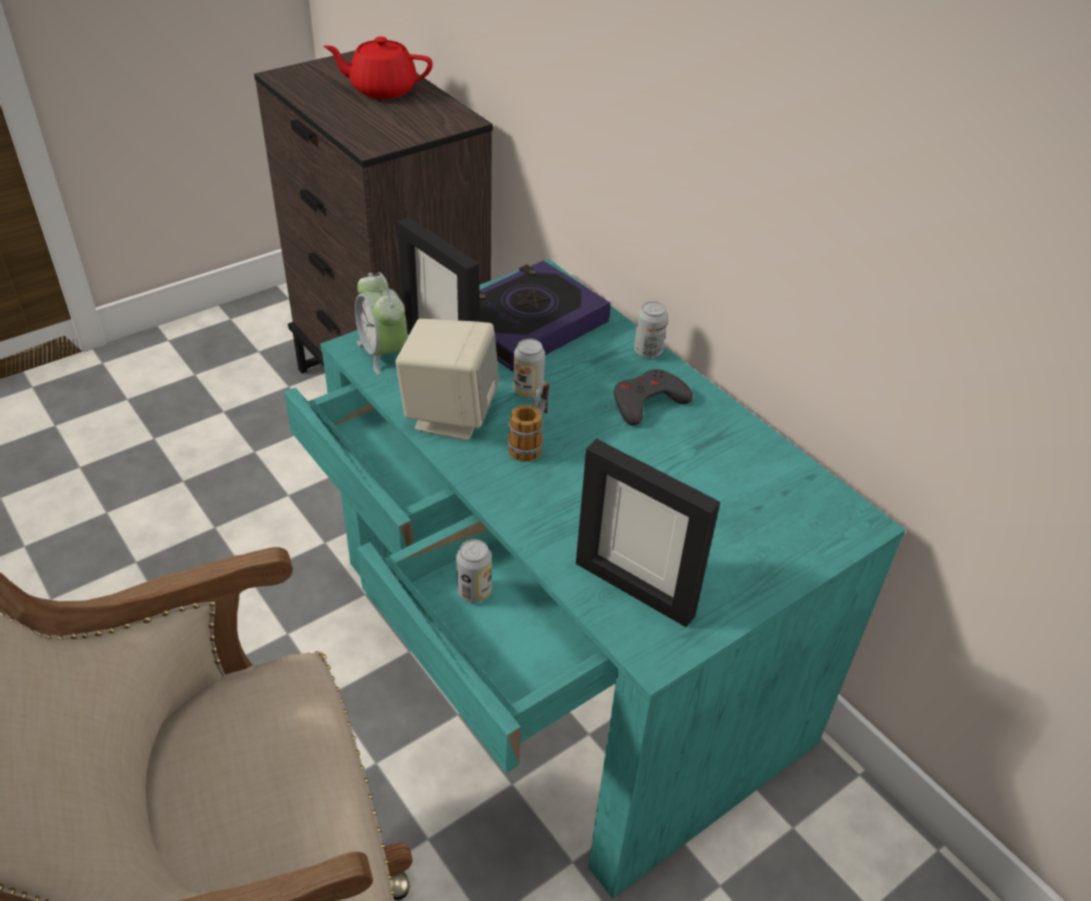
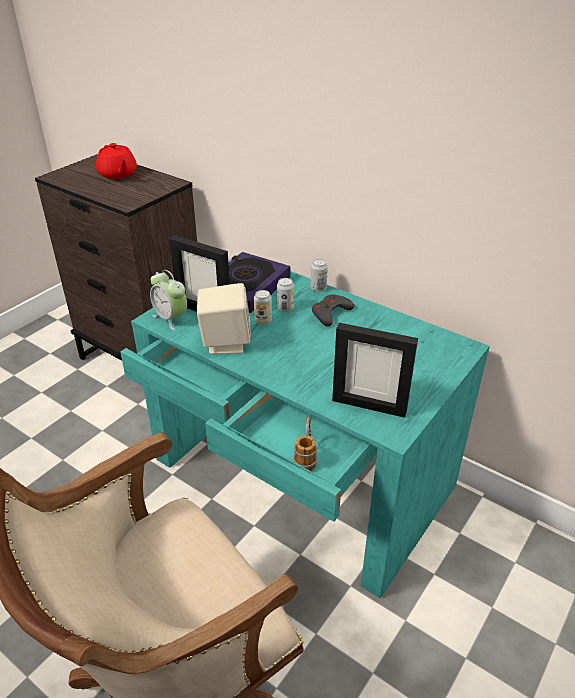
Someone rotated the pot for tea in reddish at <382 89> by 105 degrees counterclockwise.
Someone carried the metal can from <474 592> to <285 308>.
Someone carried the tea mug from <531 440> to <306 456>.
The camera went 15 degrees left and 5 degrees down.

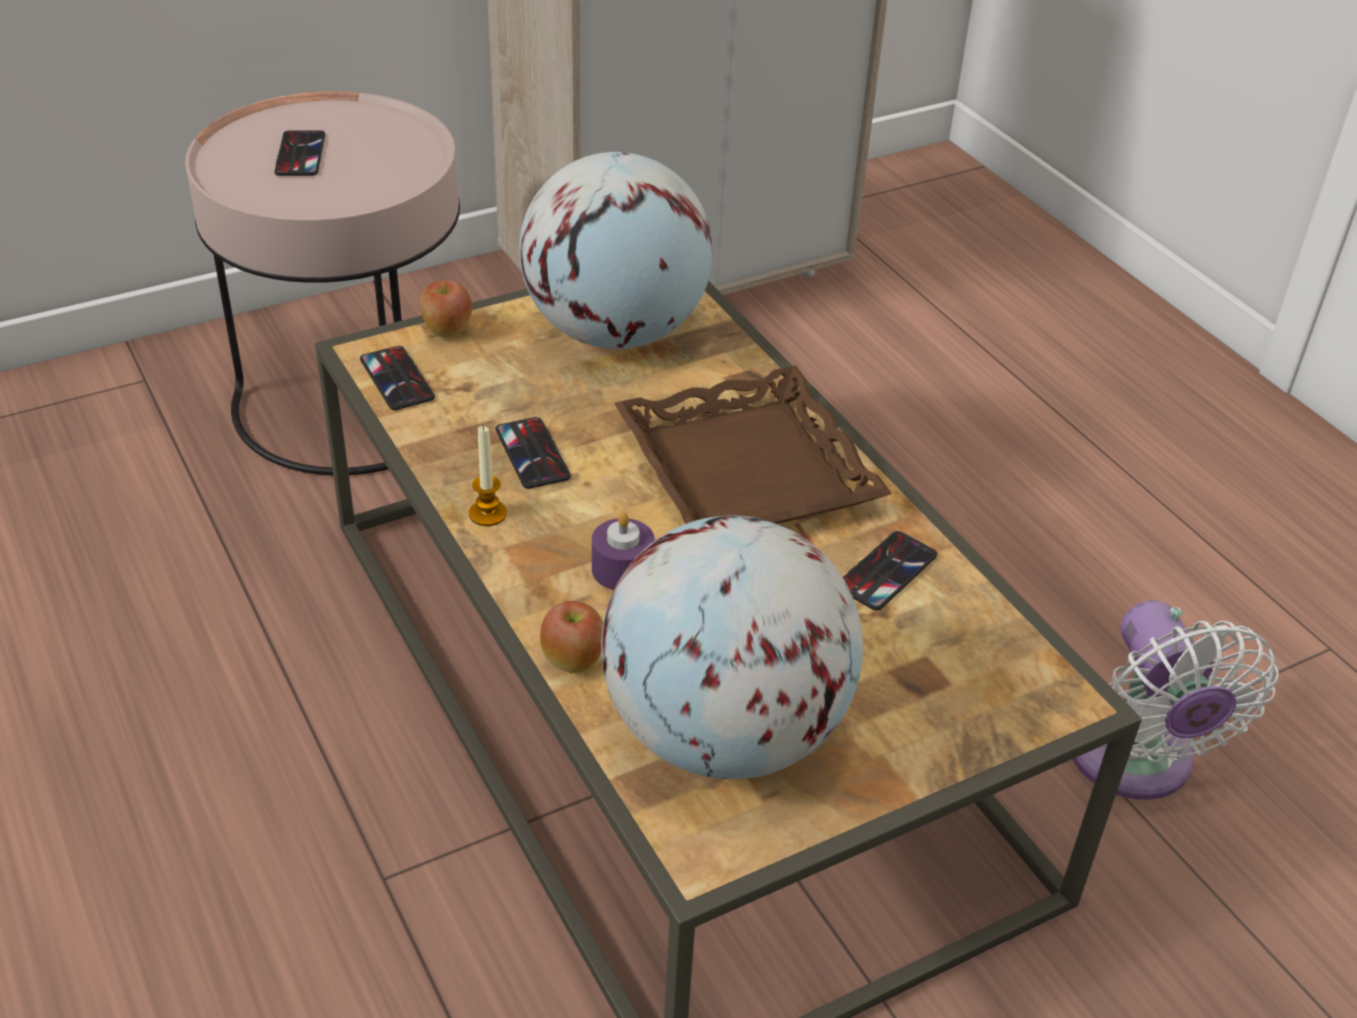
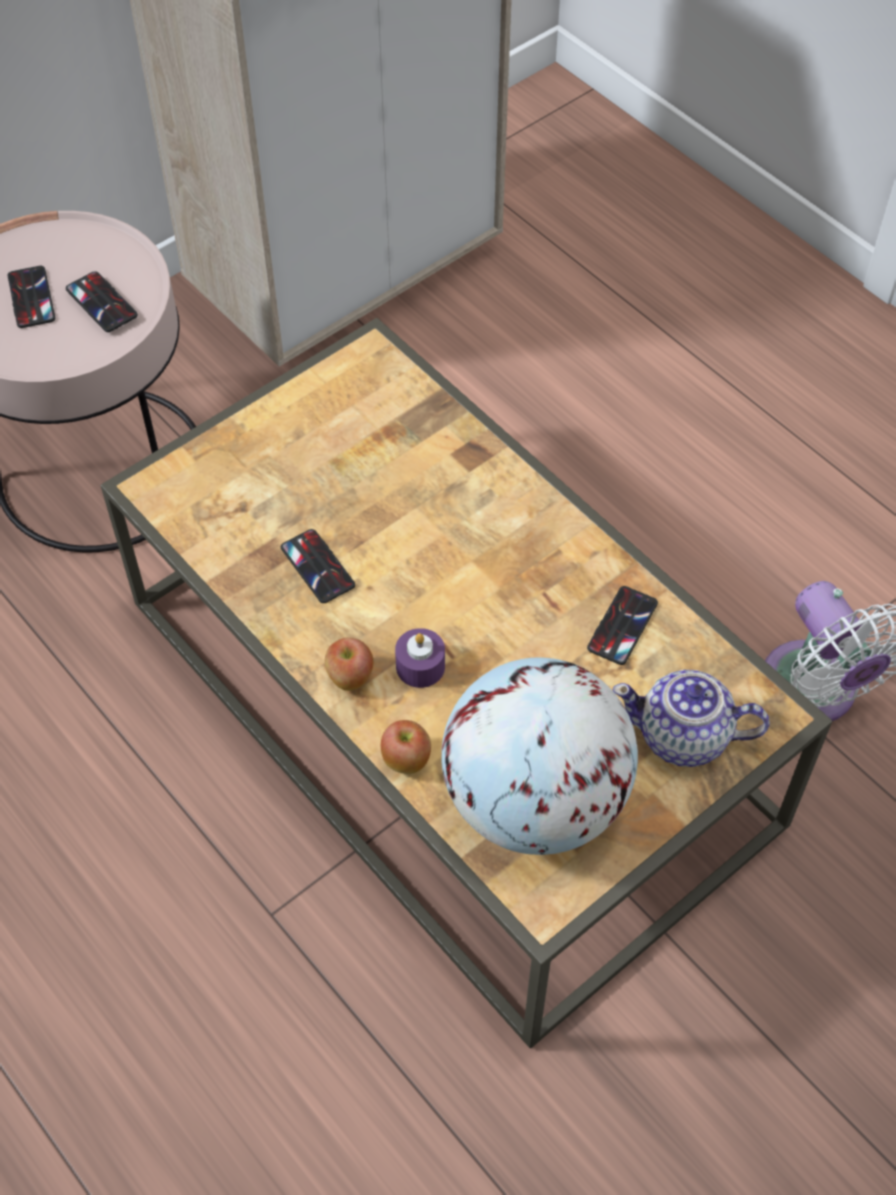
Someone carried the phone from <397 379> to <101 302>.
Someone carried the apple fruit from <446 330> to <349 677>.
Someone put down the pot for tea at <684 737>.
Someone took away the wax light at <488 514>.
Someone took away the world globe at <615 332>.
Someone took away the serving tray in brownish at <744 470>.
The camera went 10 degrees left and 15 degrees up.

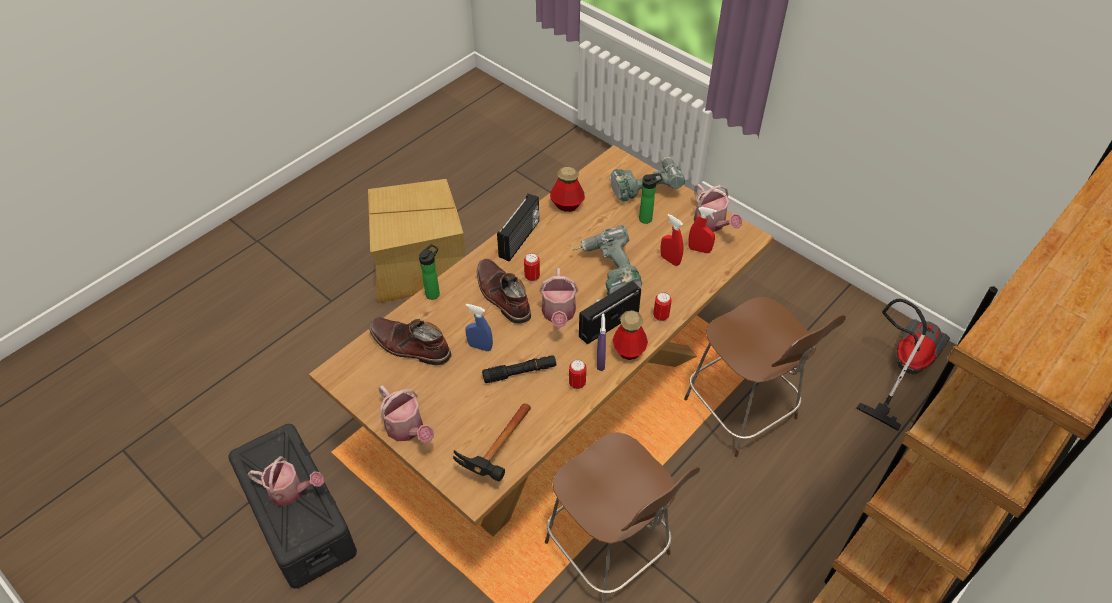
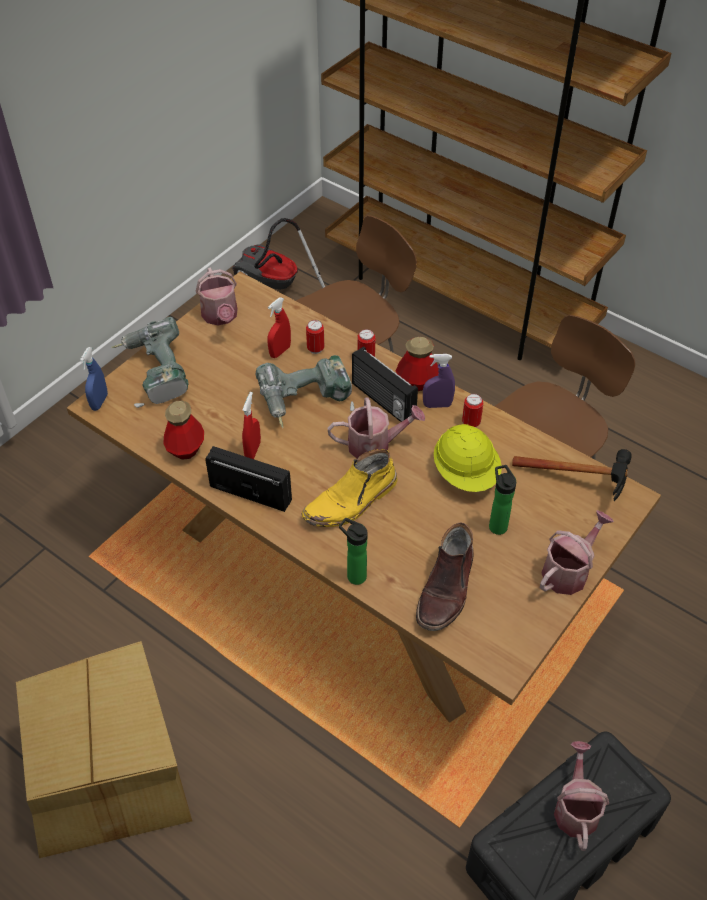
Someone carried the spray bottle in blue-coloured from <480 346> to <99 402>.
Someone rotated the sprinkling can at <712 224> by 105 degrees clockwise.
Someone carried the spray bottle in reddish from <699 249> to <253 450>.
Someone repainted the boot in brownish at <502 296>, which became the boot in yellowish at <351 502>.
Someone carried the metal can from <532 277> to <315 349>.
Someone swapped the hand torch in black at <520 372> for the work helmet in yellowish at <466 473>.
Someone carried the beverage bottle from <647 219> to <497 525>.
The camera went 95 degrees left and 0 degrees up.

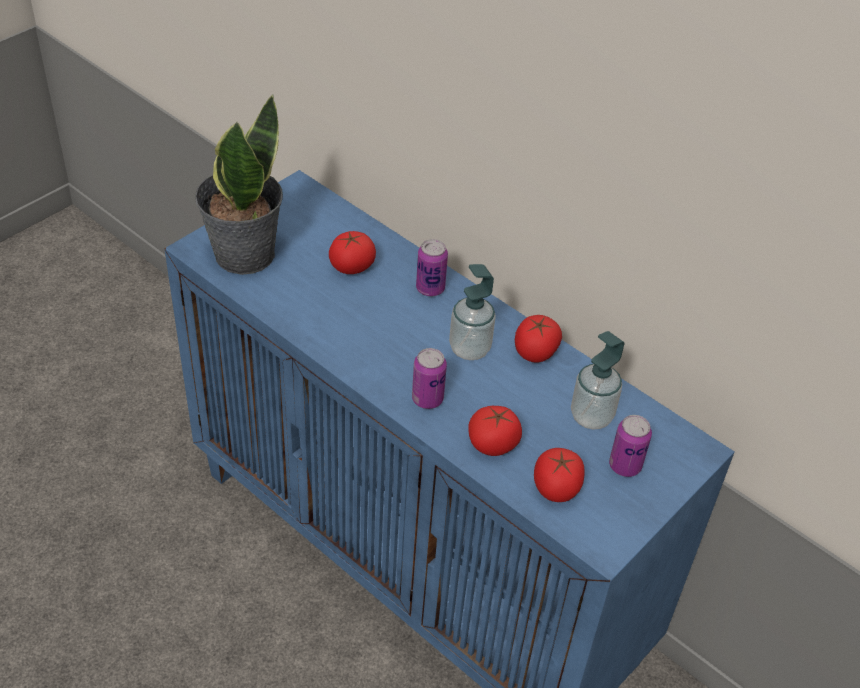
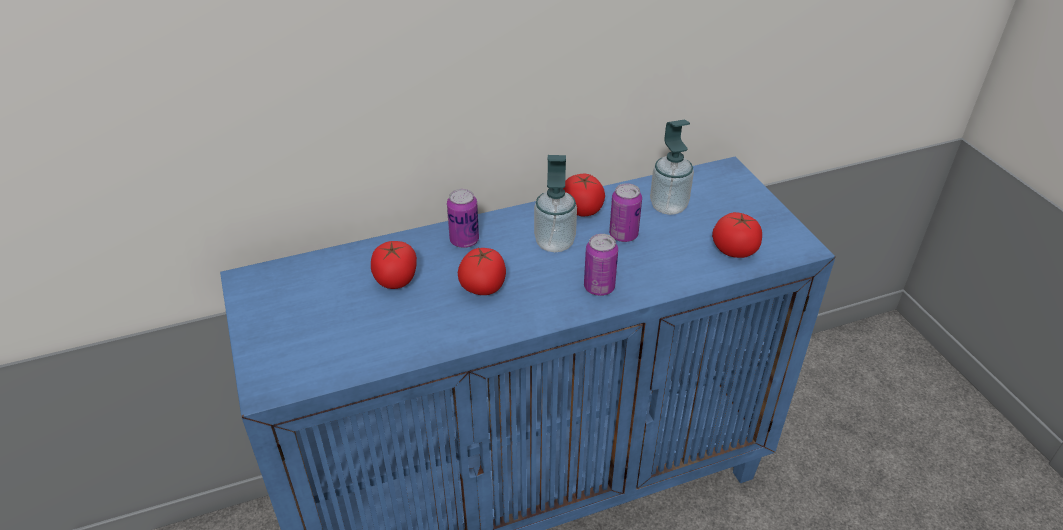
Someone carried the fresh tomato from <493 444> to <483 286>.
Someone carried the metal can from <625 466> to <623 235>.
Someone took away the plant in a pot at <243 254>.
The camera went 60 degrees left and 5 degrees down.

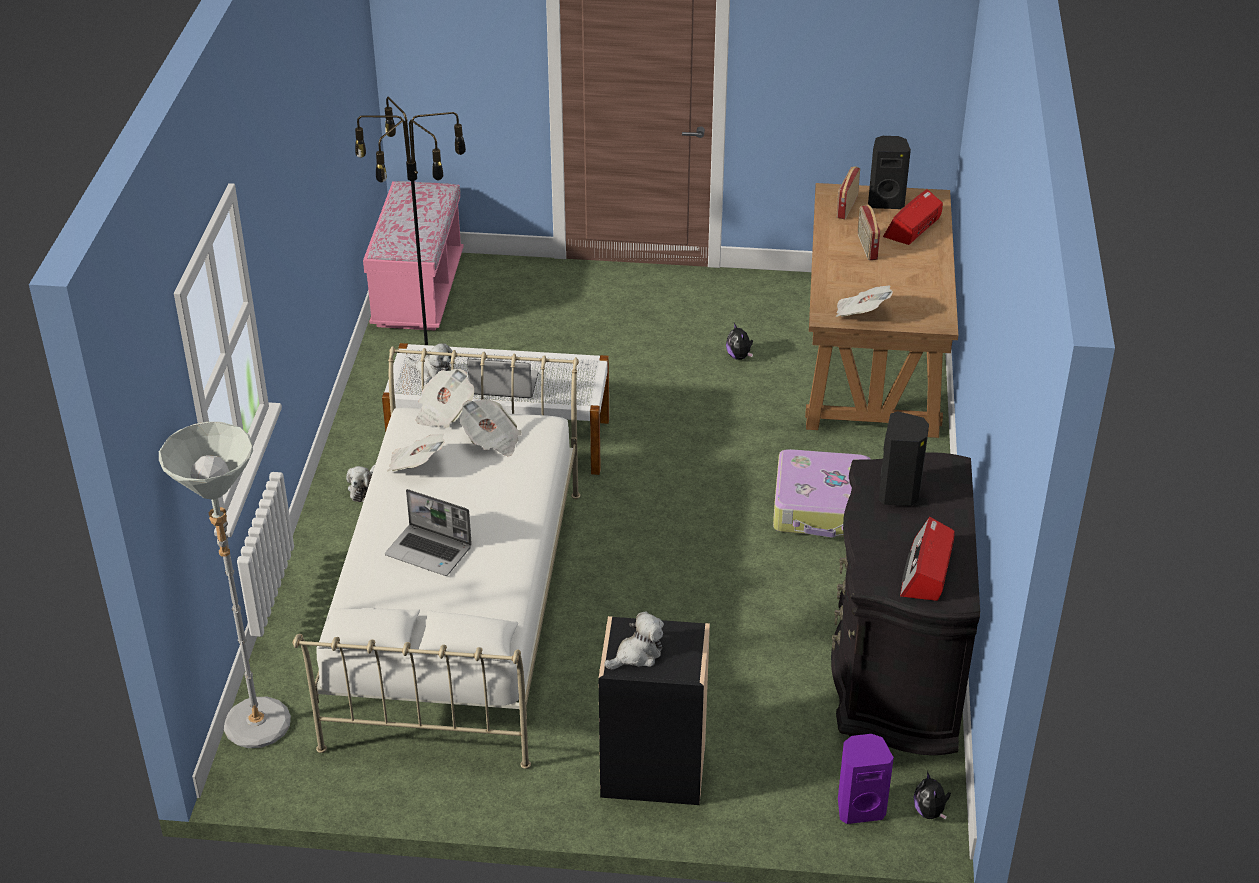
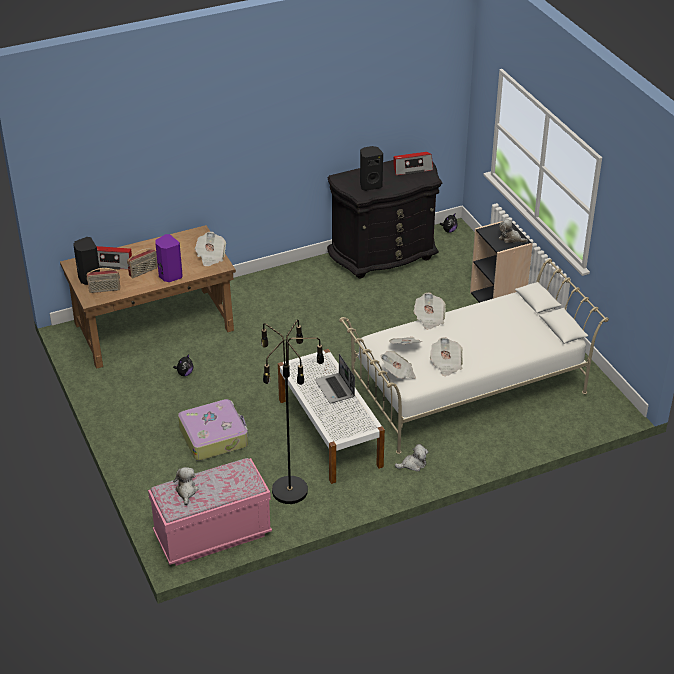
Someone carried the audio speaker in purple from <859 807> to <169 276>.
Someone carried the cuddly toy from <432 372> to <186 491>.
Someone carried the piece of luggage from <822 507> to <214 436>.
Someone put down the newspaper at <429 318>.
Someone took away the standing lamp in gray at <258 735>.
Someone took away the notebook computer at <430 551>.
The camera went 120 degrees left and 0 degrees up.

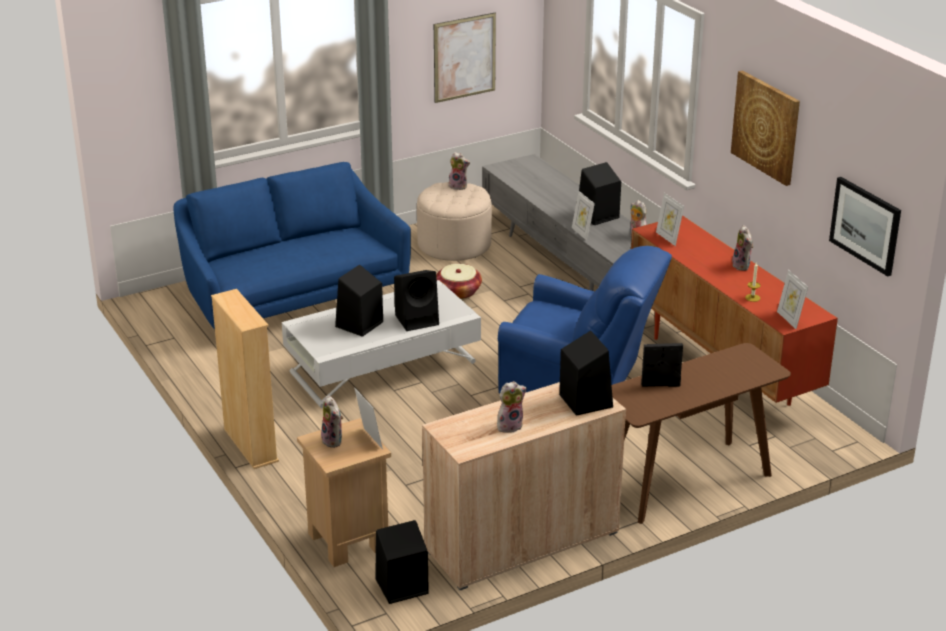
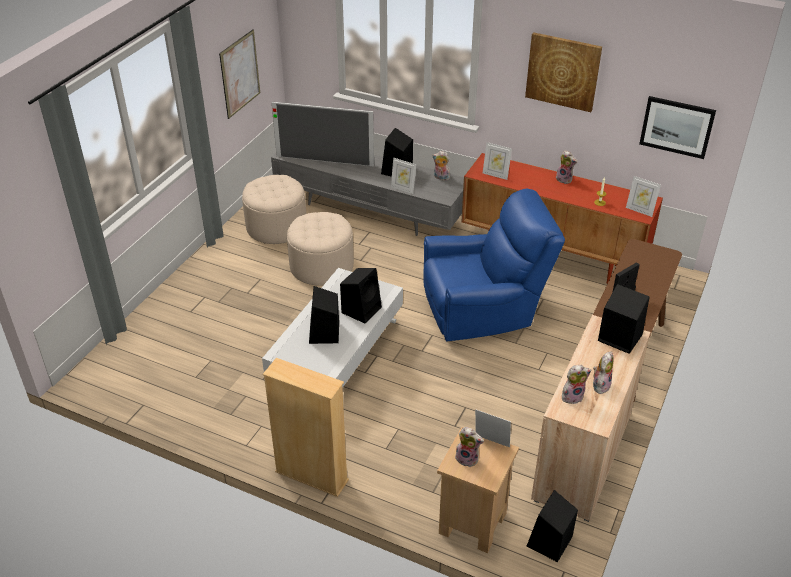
Someone put down the TV at <325 161>.
Someone swapped the storage basket at <458 292> for the pouffe in beige at <321 266>.
Someone carried the cuddly toy from <459 186> to <572 396>.
Someone took away the couch in blue-coloured at <291 297>.
The camera went 35 degrees left and 10 degrees up.

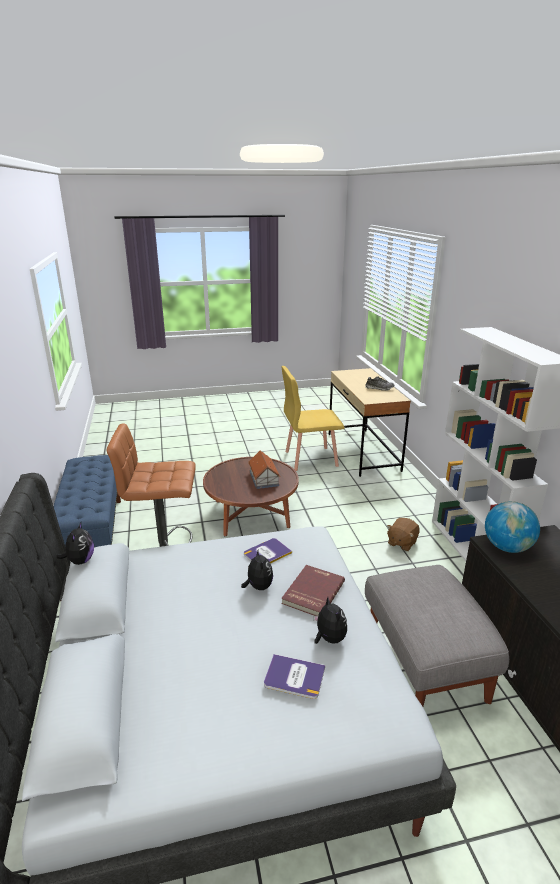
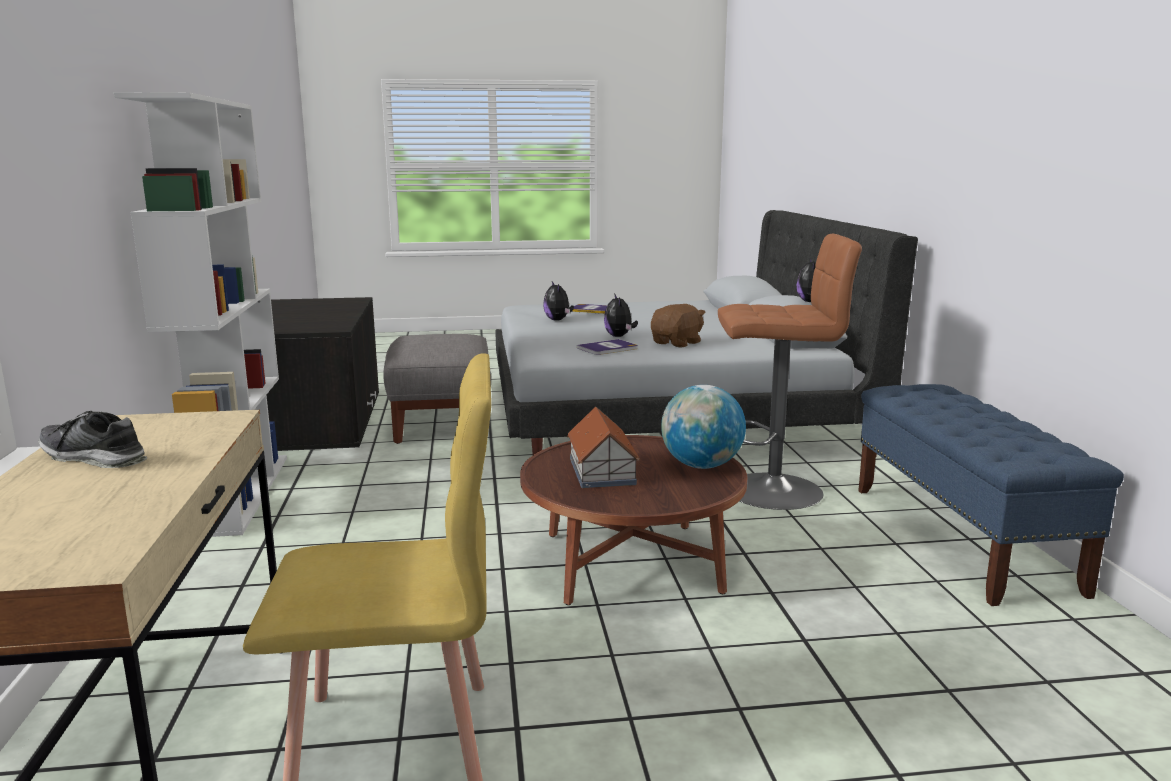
Someone carried the cuddly toy in brownish from <401 543> to <677 343>.
Someone carried the world globe from <507 547> to <701 466>.
Someone took away the book in reddish at <312 592>.
The camera went 175 degrees left and 10 degrees down.

